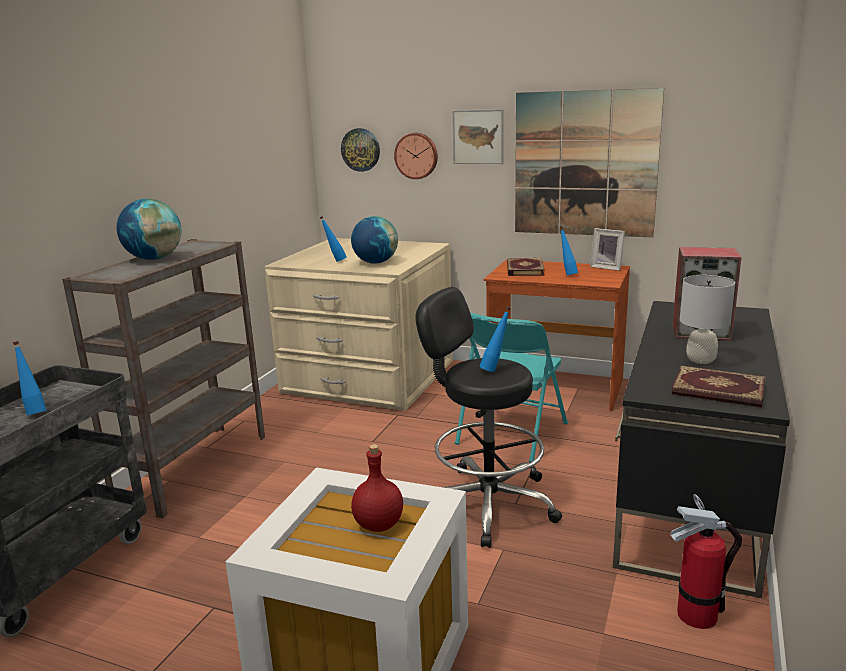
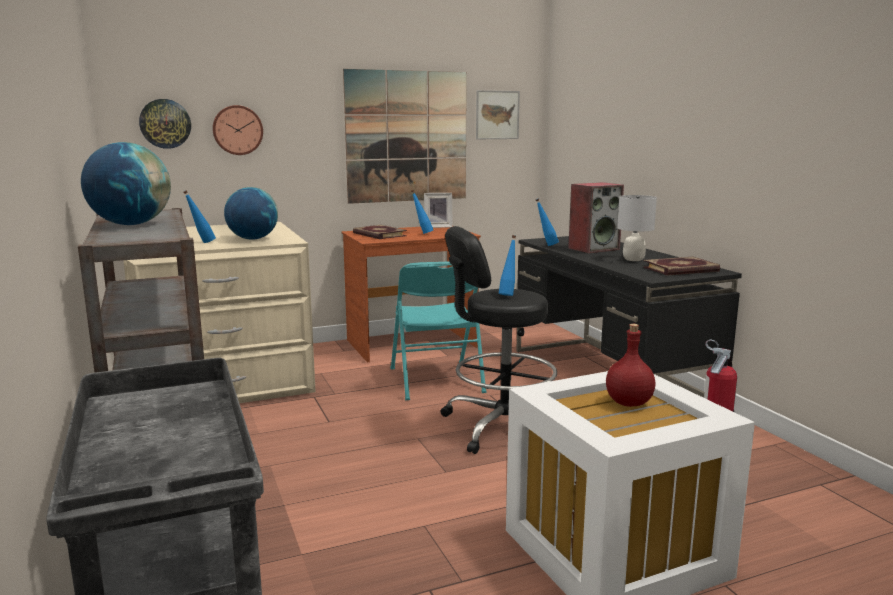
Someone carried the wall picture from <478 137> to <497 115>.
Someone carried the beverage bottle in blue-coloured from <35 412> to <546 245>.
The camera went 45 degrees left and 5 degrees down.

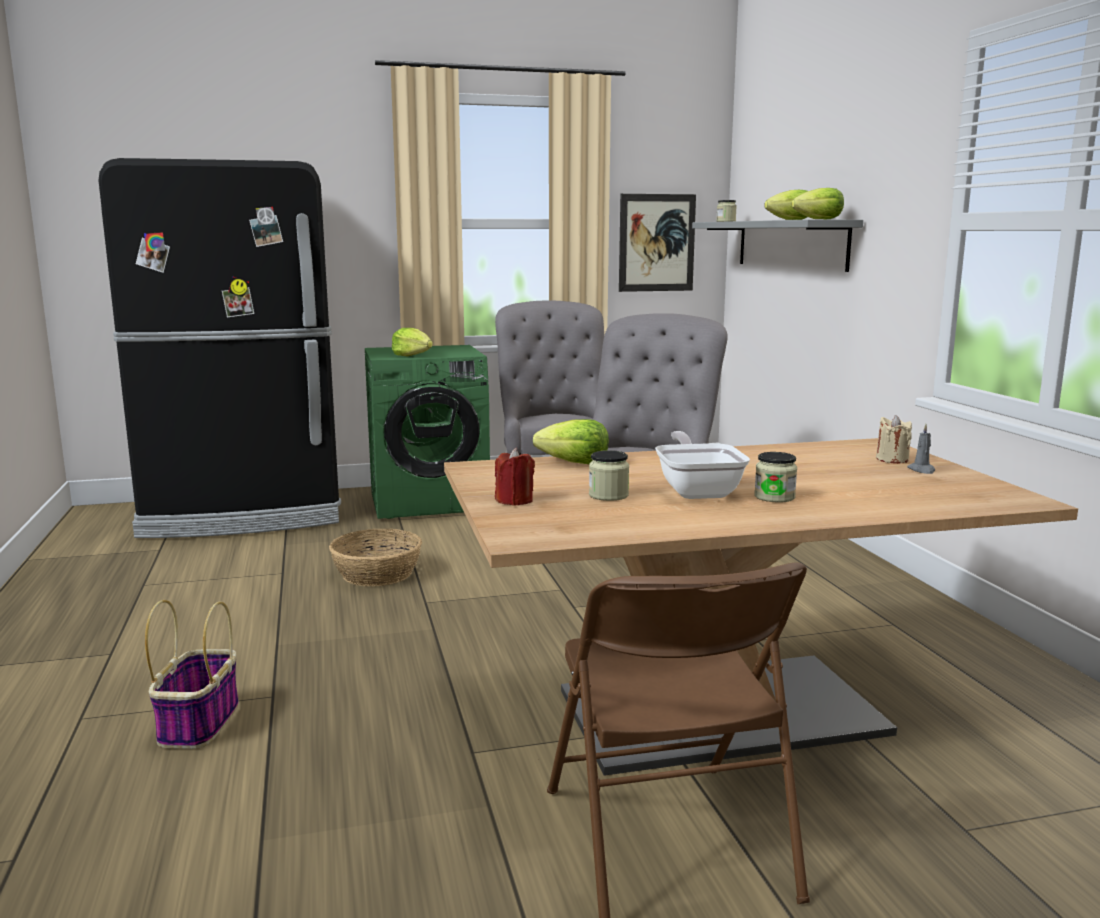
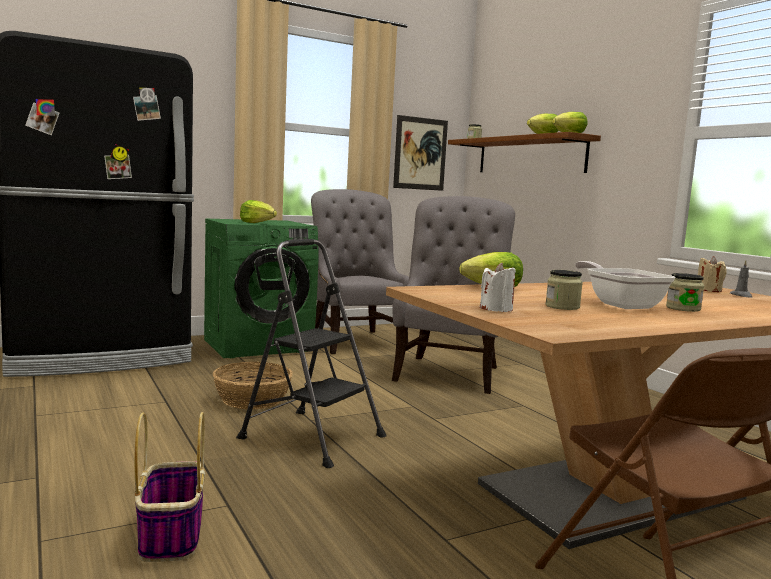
Someone put down the stepladder in black at <309 435>.
Someone repainted the bracket shelf in gray at <790 244>, which became the bracket shelf in brownish at <529 156>.
Someone repainted the wax light in reddish at <514 500>, which became the wax light in white-coloured at <496 309>.
The camera went 15 degrees left and 5 degrees down.

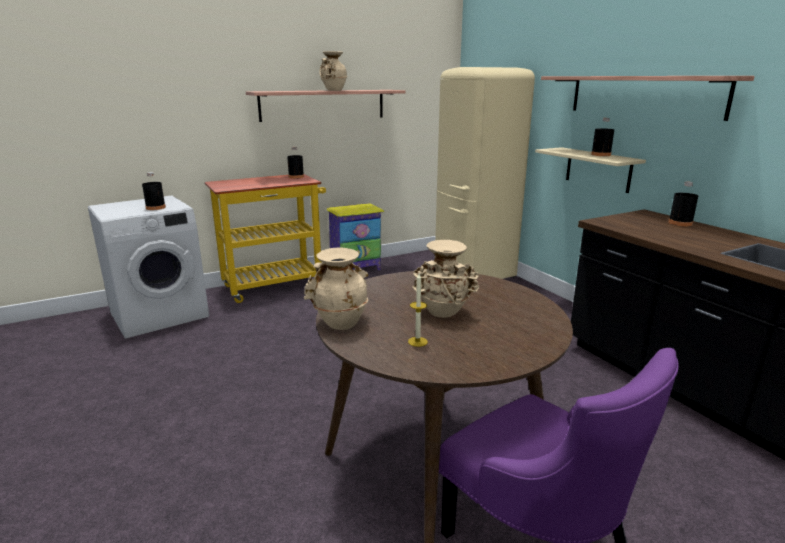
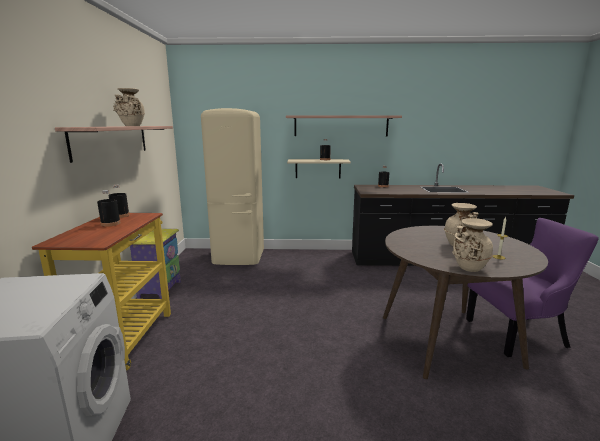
Someone carried the beverage bottle in black from <155 207> to <110 223>.
The camera went 60 degrees left and 5 degrees down.

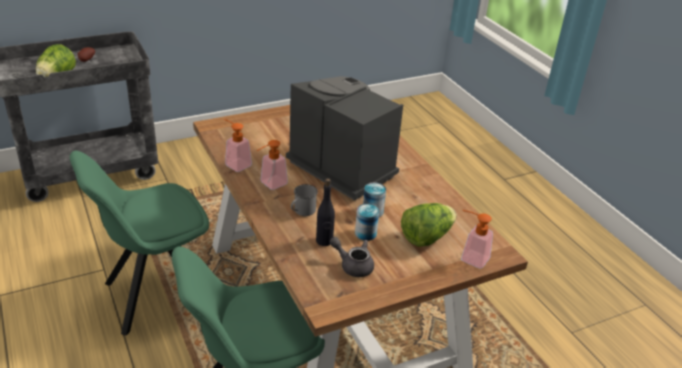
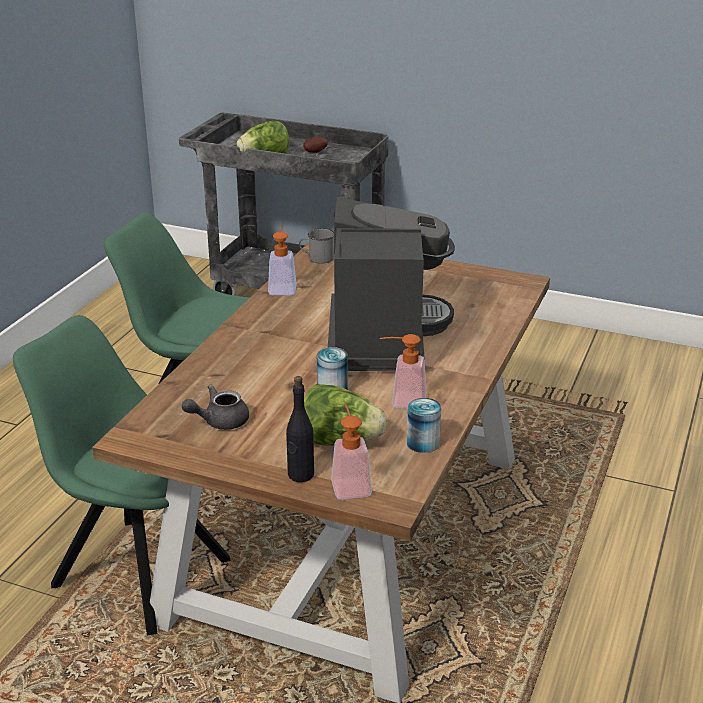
Someone rotated the pot for tea in gray at <353 265> by 105 degrees counterclockwise.
Someone carried the beverage bottle in black from <324 241> to <300 475>.
Someone carried the tea mug in gray from <302 211> to <317 258>.
Someone carried the soap dispenser from <270 184> to <401 401>.
Someone carried the metal can from <365 233> to <423 443>.
The camera went 50 degrees right and 5 degrees down.

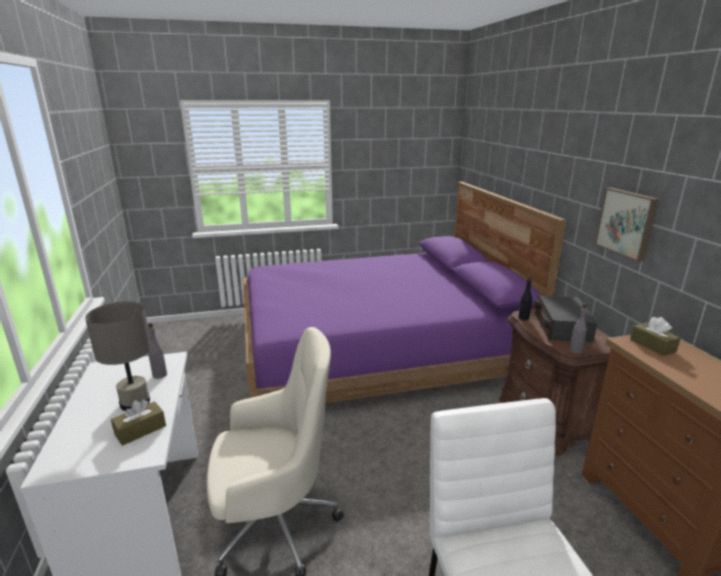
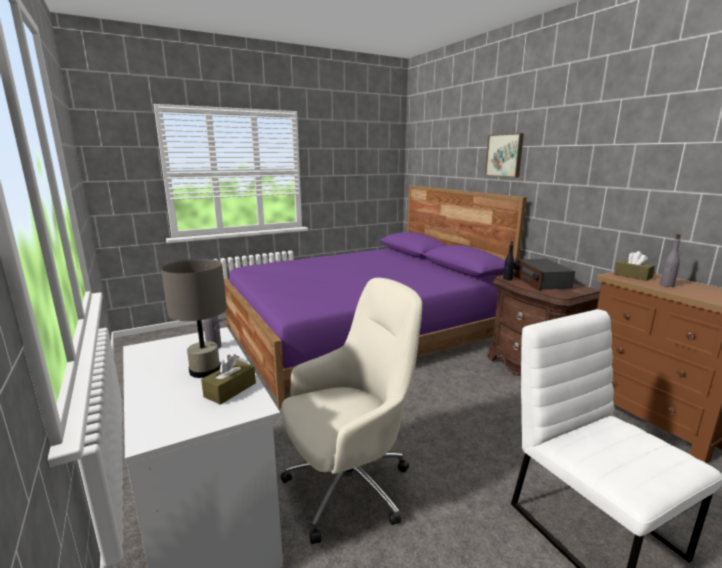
Someone carried the wall picture from <627 223> to <505 155>.
Someone carried the beverage bottle in gray from <575 351> to <666 285>.
The camera went 15 degrees left and 5 degrees down.

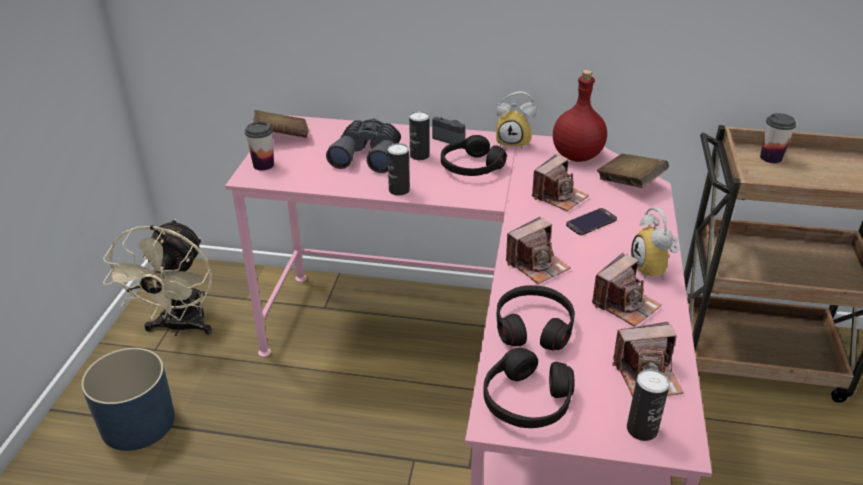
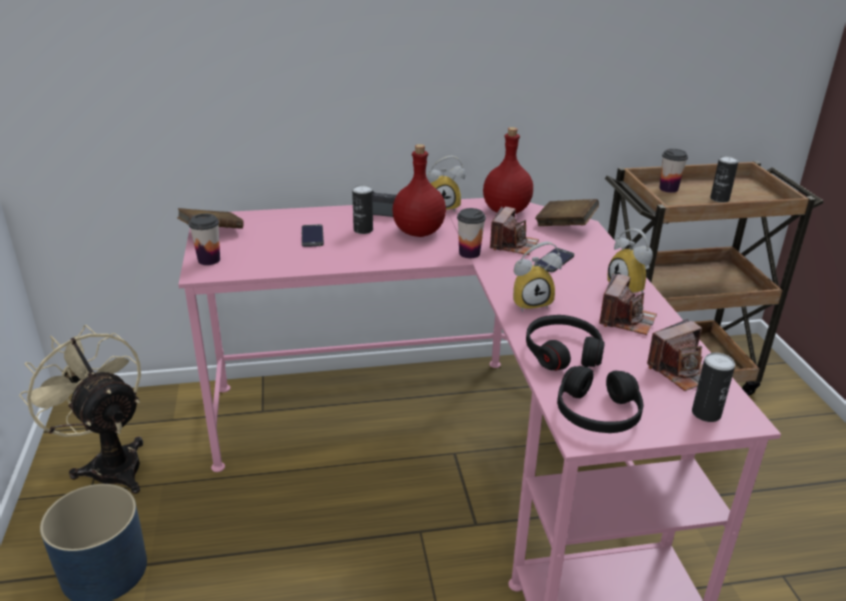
Someone rotated the fan in beige at <180 327> by 150 degrees clockwise.
Someone swapped the binoculars in gray at <368 155> for the phone at <312 236>.
Someone swapped the pair of headphones in black at <471 167> for the beverage bottle in reddish at <418 232>.
Someone put down the drinking cup at <469 253>.
Someone swapped the still camera at <537 265> for the alarm clock at <531 302>.
Someone carried the metal can from <399 190> to <719 199>.
The camera went 20 degrees left and 5 degrees down.

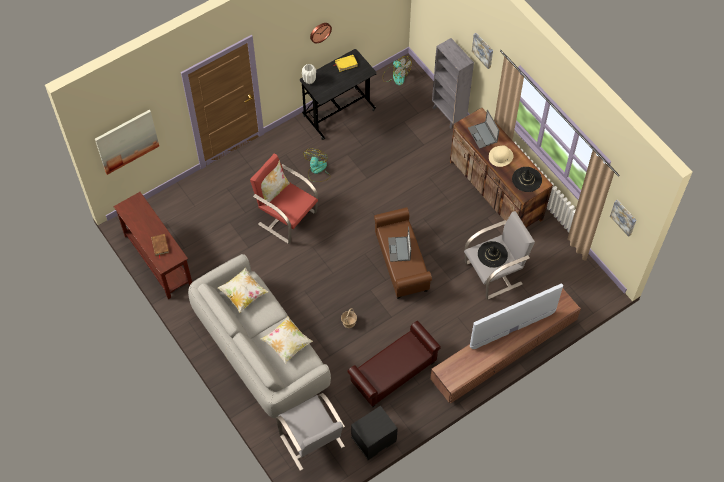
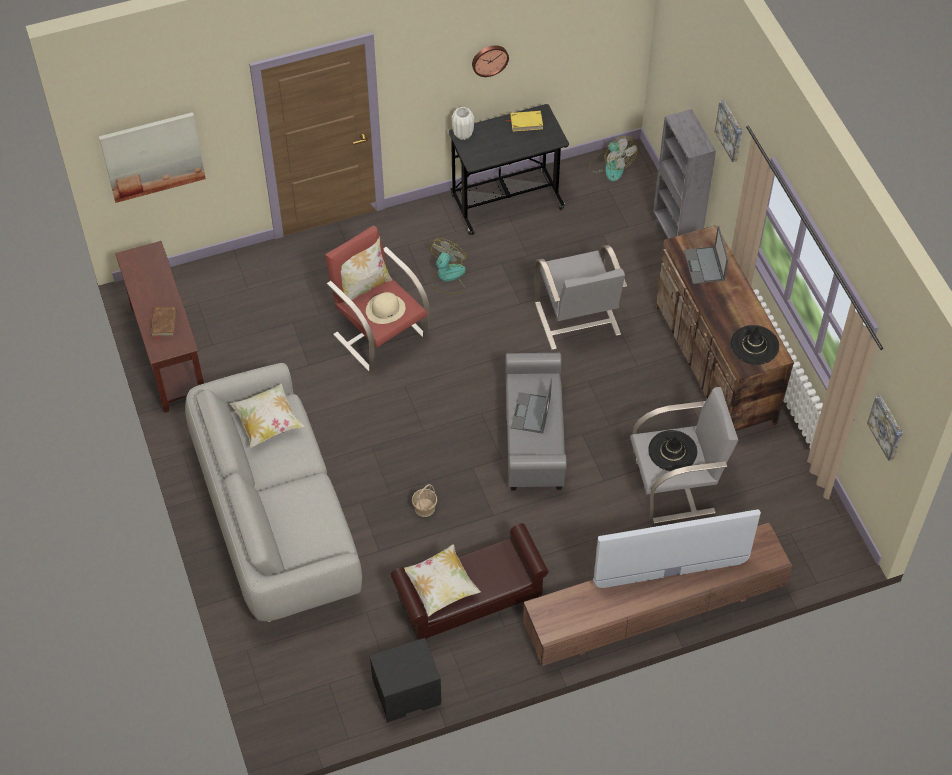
Someone carried the wearable hat in beige from <501 156> to <385 309>.
Someone carried the throw pillow from <287 344> to <440 587>.
Someone repainted the pouffe in brownish at <401 263>, which became the pouffe in gray at <534 439>.
Someone carried the armchair in gray from <312 441> to <577 319>.
The camera went 15 degrees right and 5 degrees down.

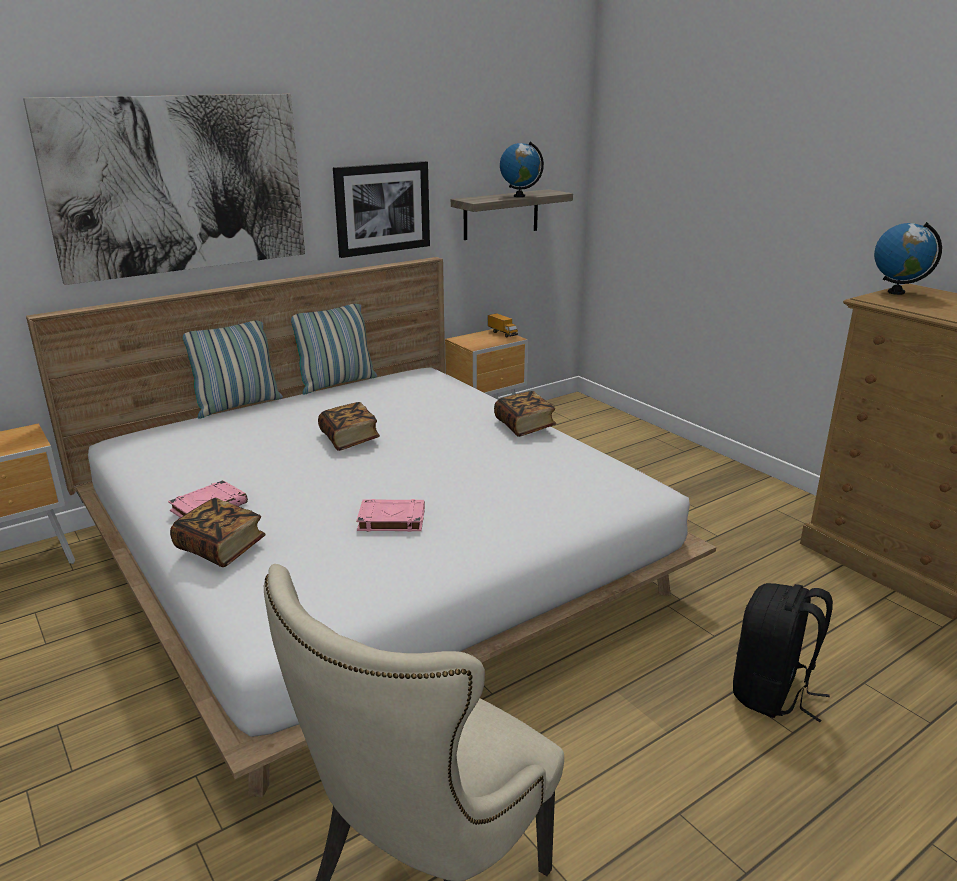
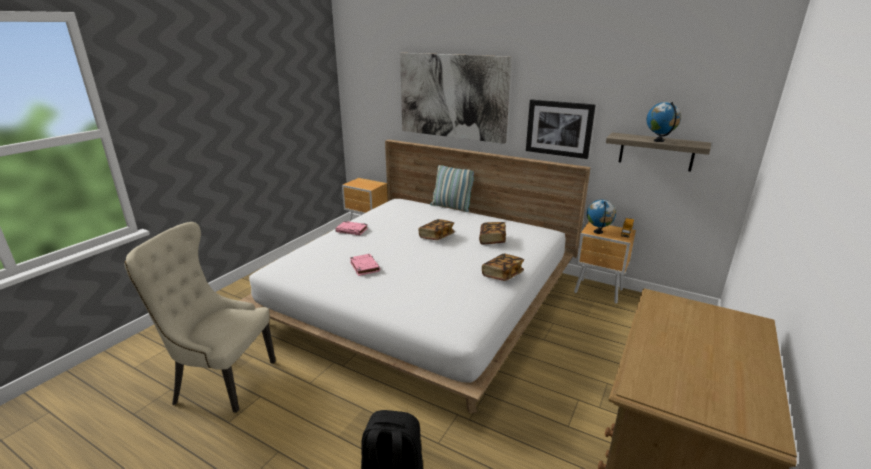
Someone carried the book from <220 548> to <492 240>.
Someone carried the world globe from <896 292> to <598 232>.
Someone took away the throw pillow at <336 383>.
The camera went 65 degrees right and 0 degrees up.

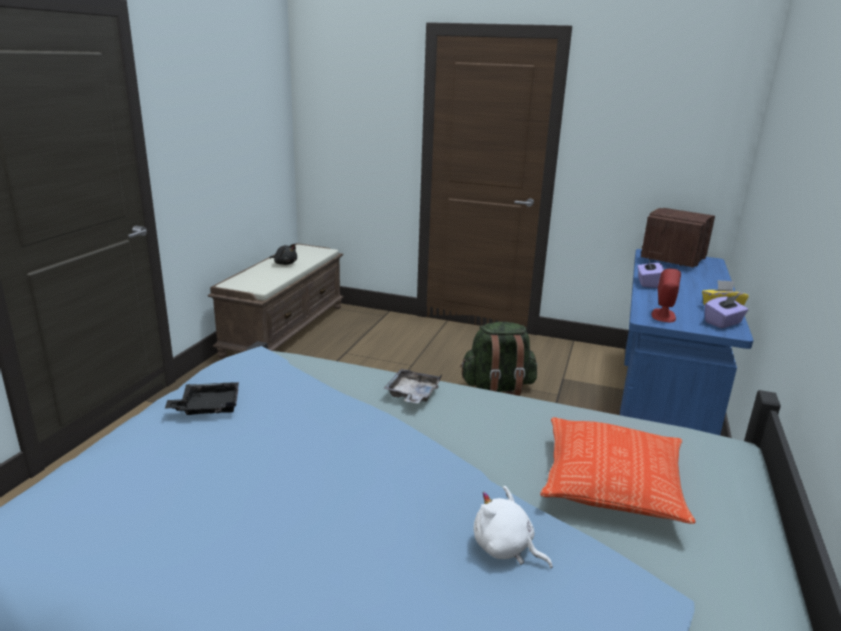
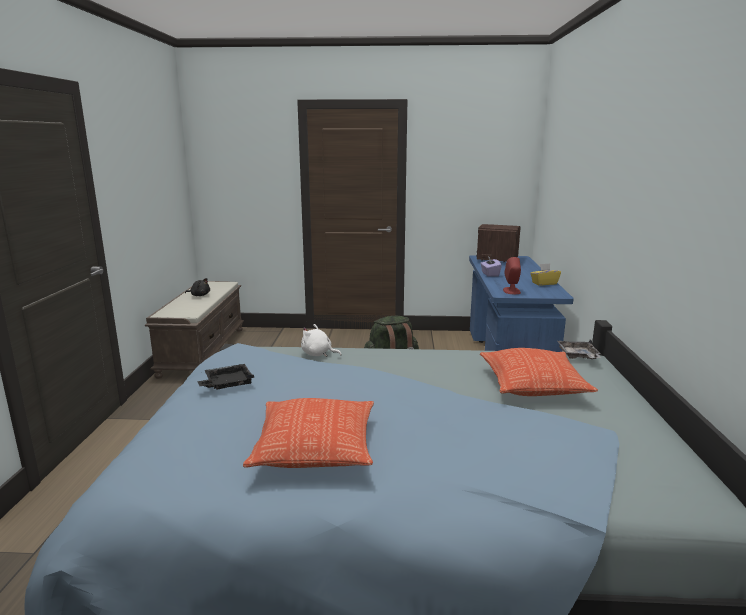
Someone put down the throw pillow in orangey at <315 450>.
Someone carried the cuddly toy in white-coloured from <505 548> to <318 354>.
Someone carried the serving tray in gray from <412 394> to <578 356>.
Someone took away the tissue box in purple at <723 323>.
The camera went 15 degrees left and 5 degrees down.

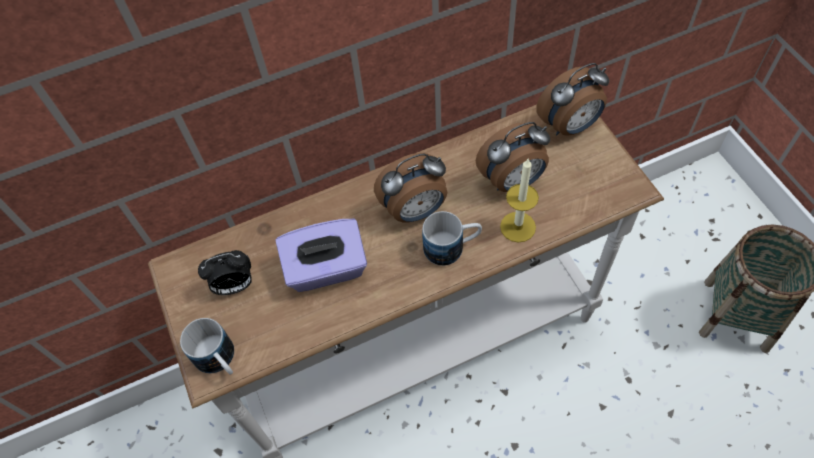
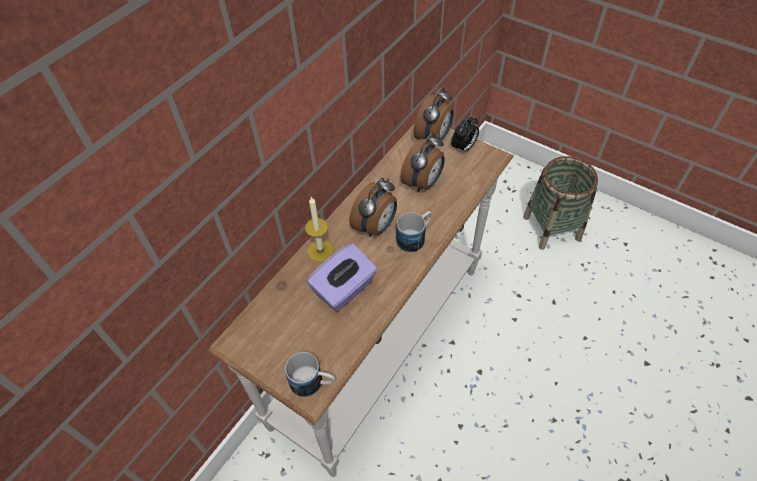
Someone carried the wax light from <517 227> to <320 251>.
Someone carried the alarm clock from <234 286> to <463 148>.
The camera went 35 degrees left and 5 degrees down.

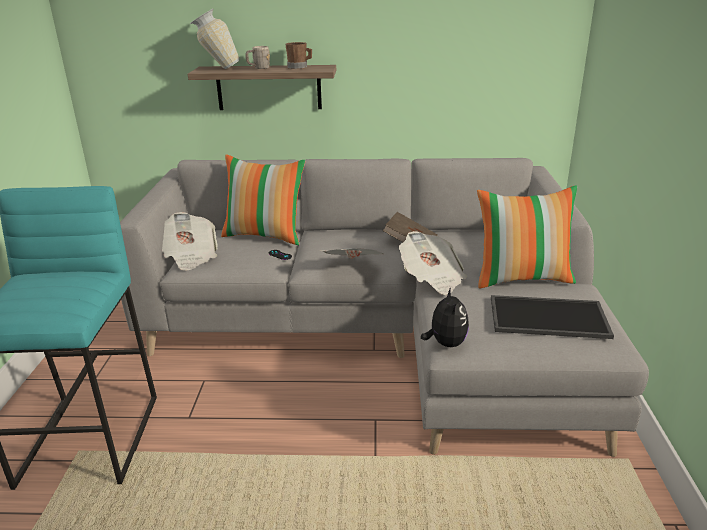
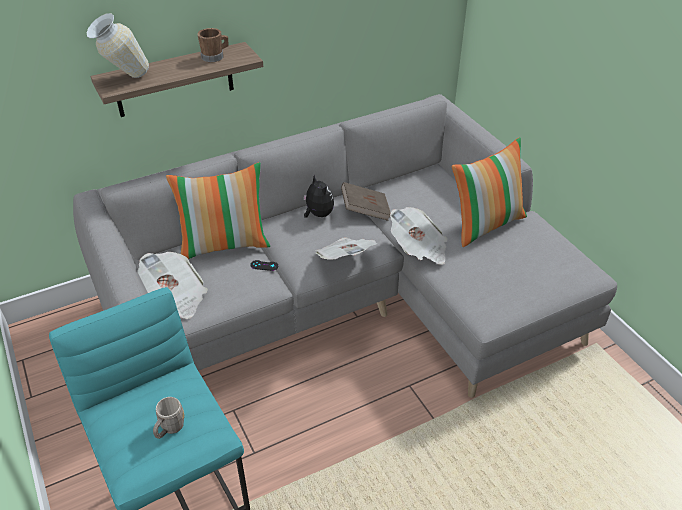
Someone carried the tea mug in gray from <258 68> to <169 429>.
Someone carried the cuddly toy from <445 343> to <318 214>.
Someone took away the serving tray at <547 318>.
The camera went 30 degrees left and 15 degrees up.

